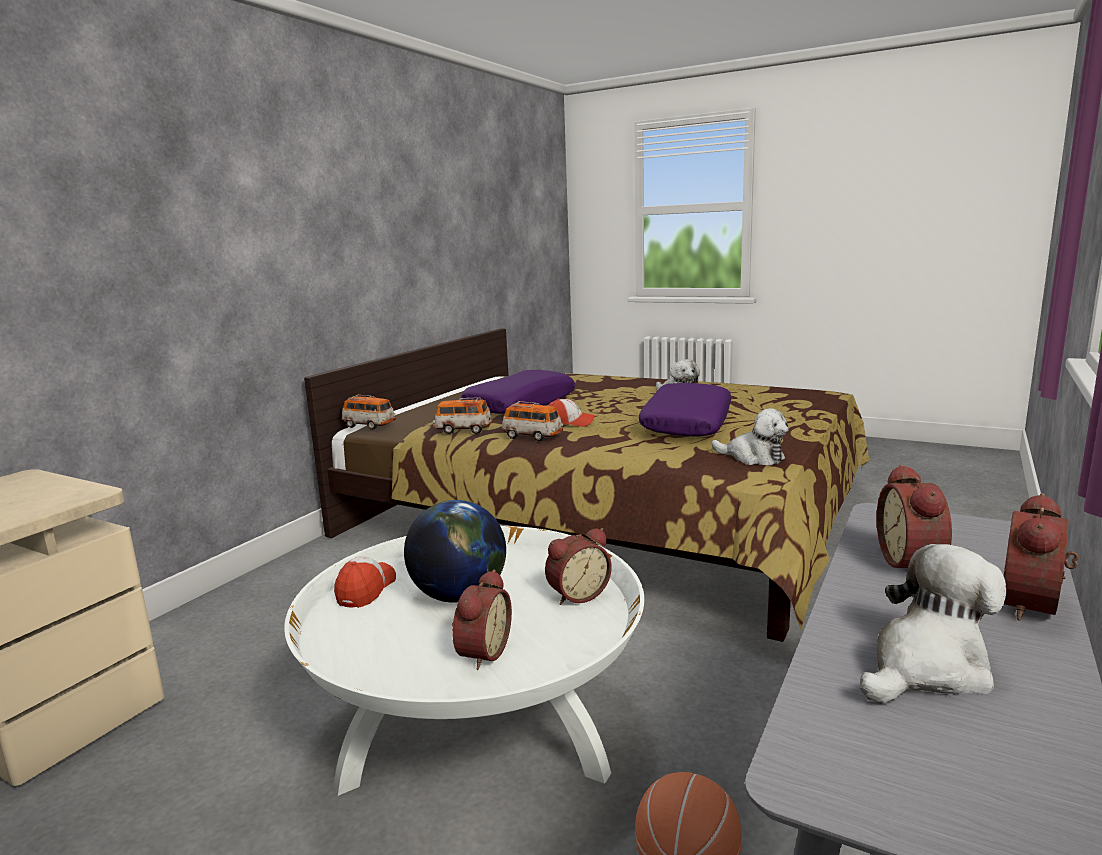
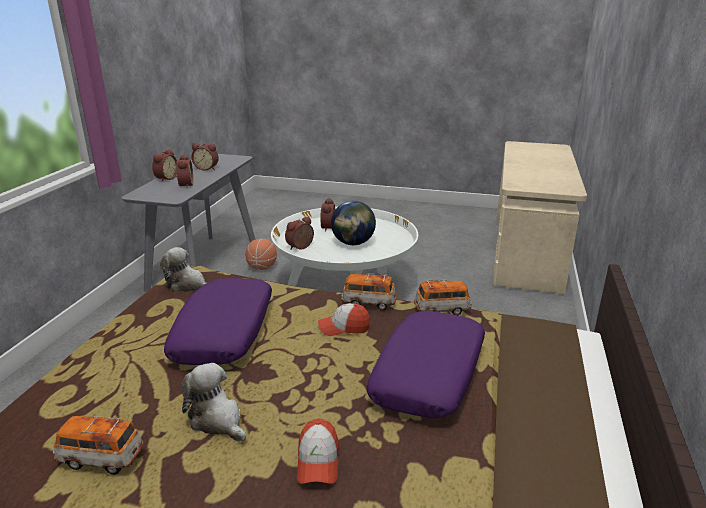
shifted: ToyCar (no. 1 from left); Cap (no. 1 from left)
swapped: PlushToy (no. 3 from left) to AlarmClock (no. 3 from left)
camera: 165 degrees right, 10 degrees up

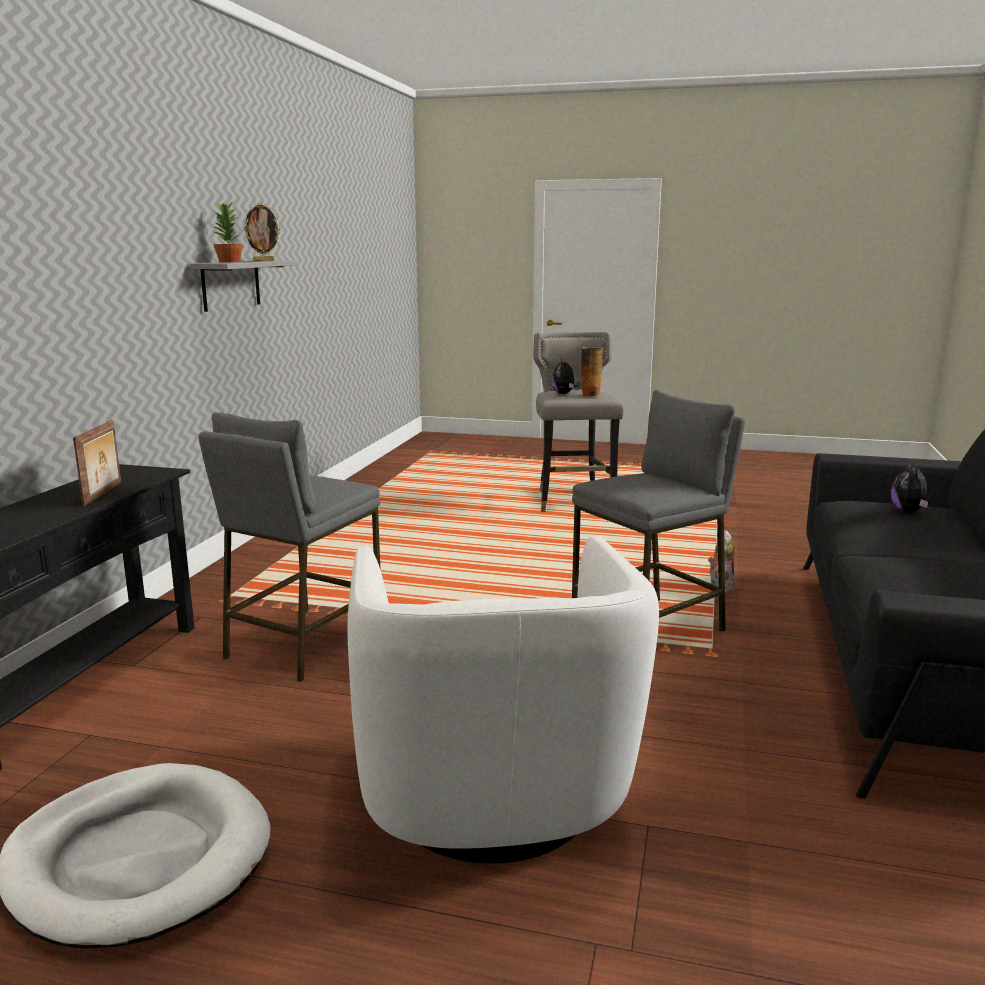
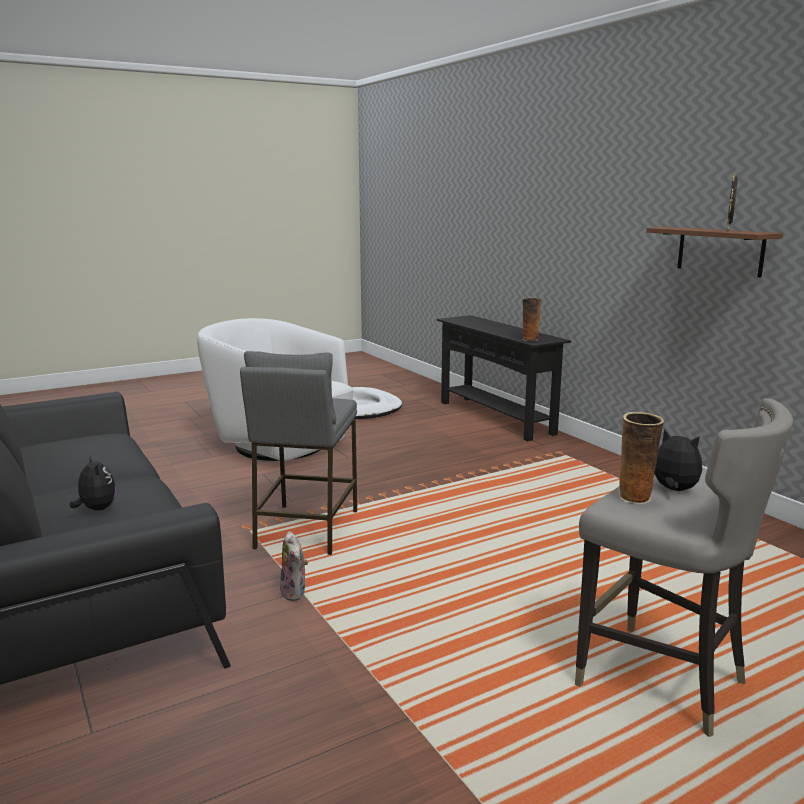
gone: PictureFrame (no. 1 from left); GreyStool (no. 1 from left); PottedPlant
new: Vase (no. 1 from left)
repainted: GreyShelf to BrownShelf
camera: 135 degrees right, 0 degrees up

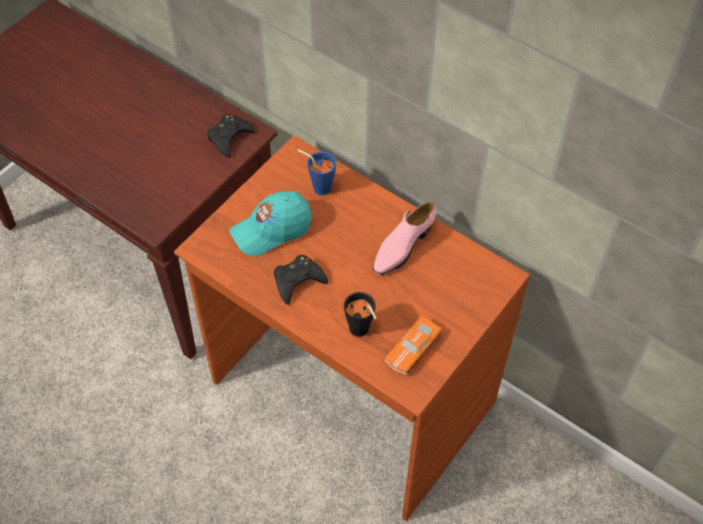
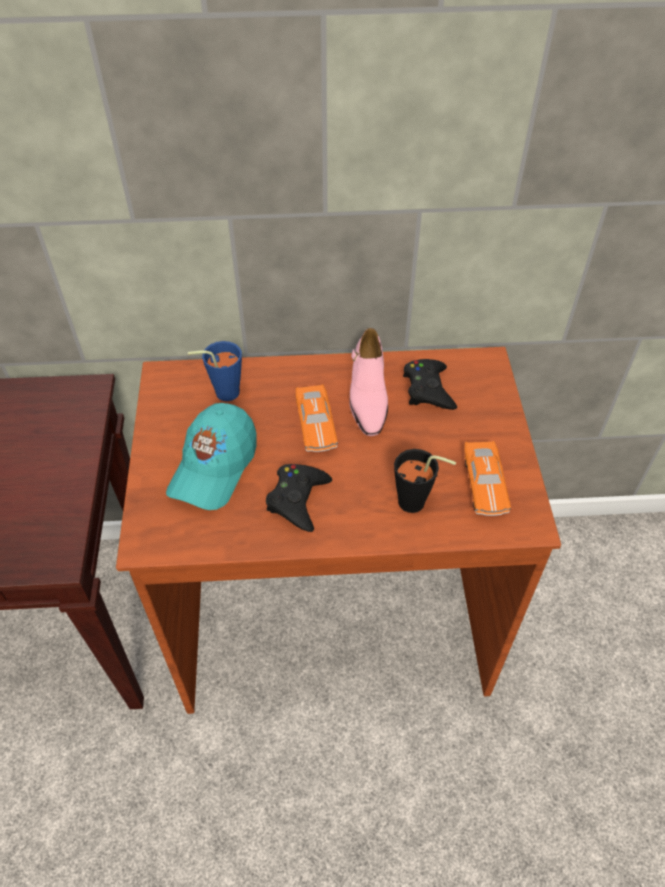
new: OrangeToyCar (no. 1 from left)
shifted: BlackGameController (no. 1 from left in the first image) to BlackGameController (no. 2 from left)
camera: 40 degrees left, 5 degrees down

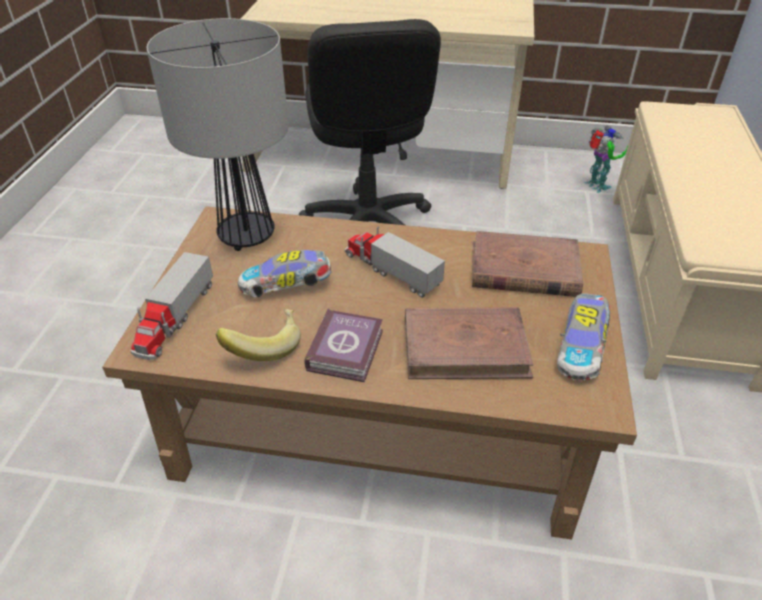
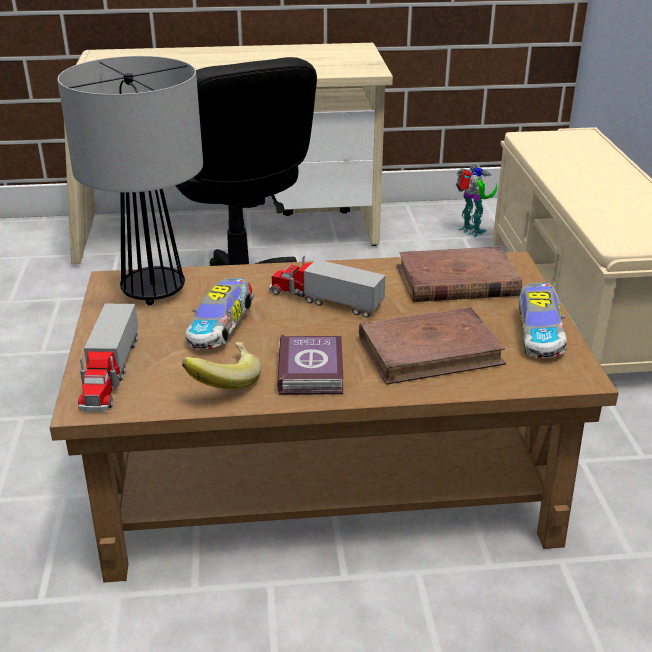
rotated: ToyCar (no. 1 from left) 45 degrees counterclockwise
camera: 15 degrees left, 10 degrees down

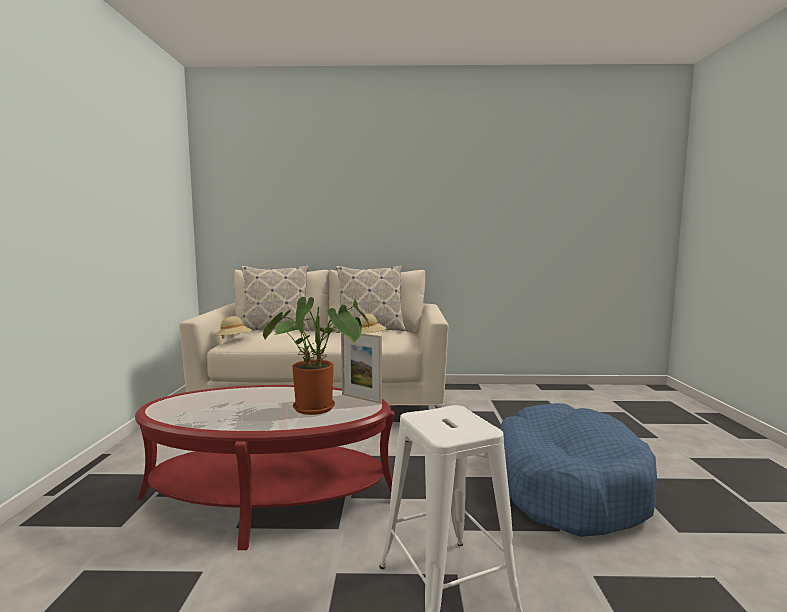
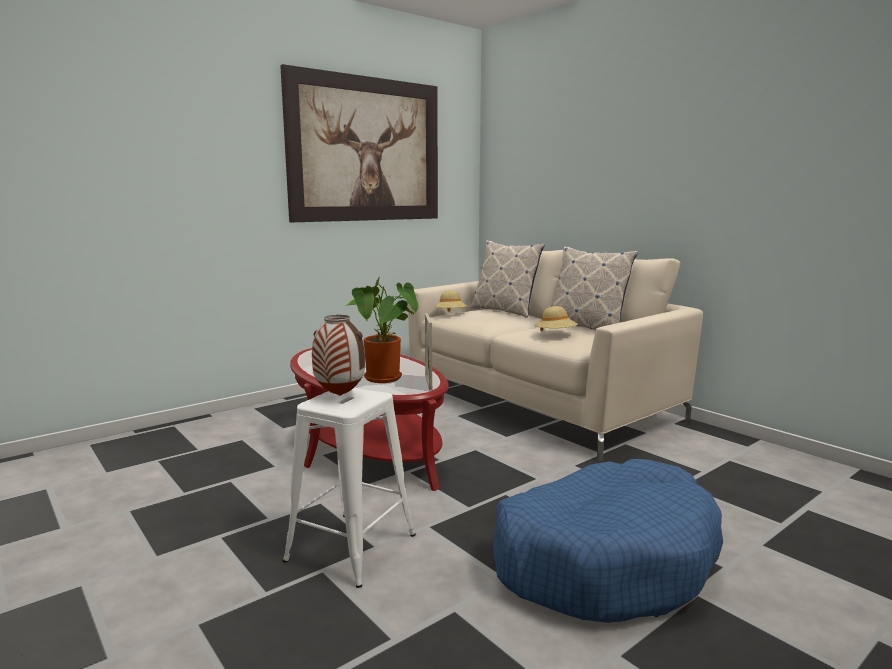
new: Picture; Vase
camera: 50 degrees right, 5 degrees up

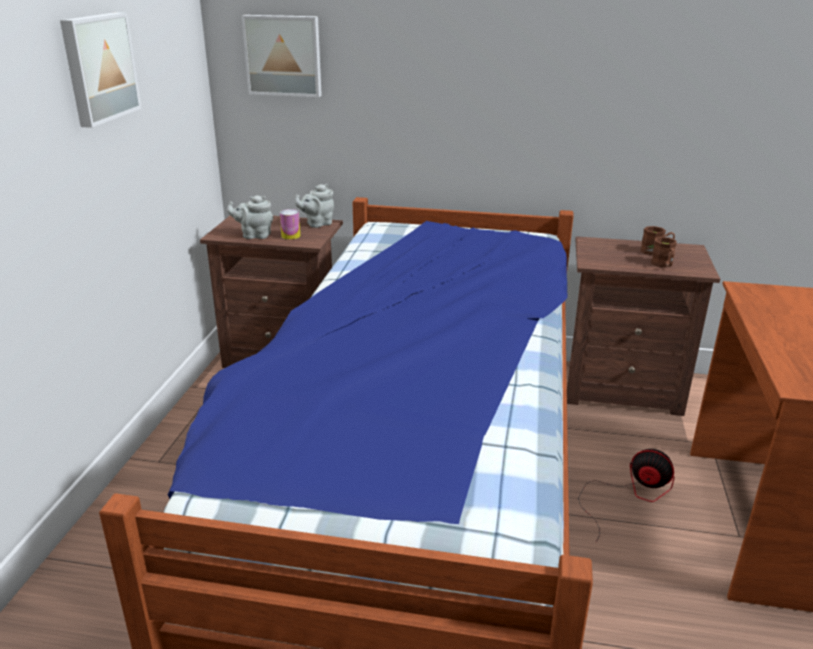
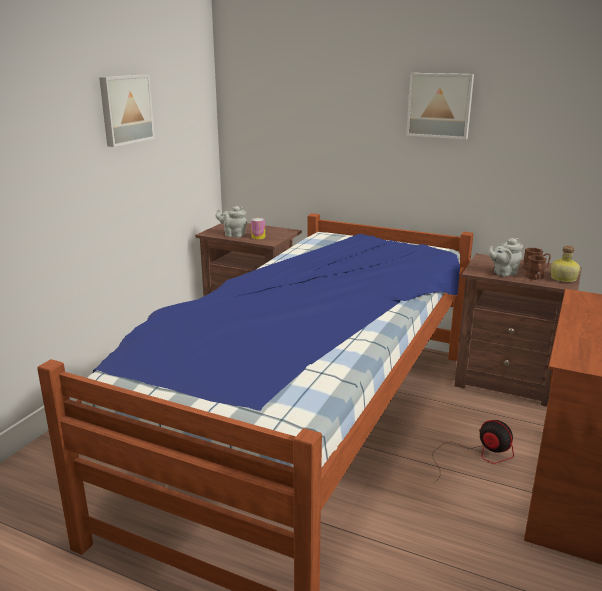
new: Bottle
shifted: Picture (no. 2 from left); GreyTeapot (no. 2 from left)
camera: 15 degrees right, 5 degrees down

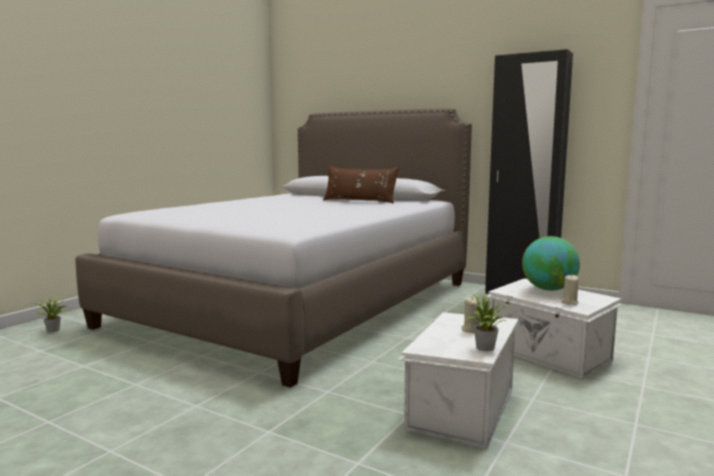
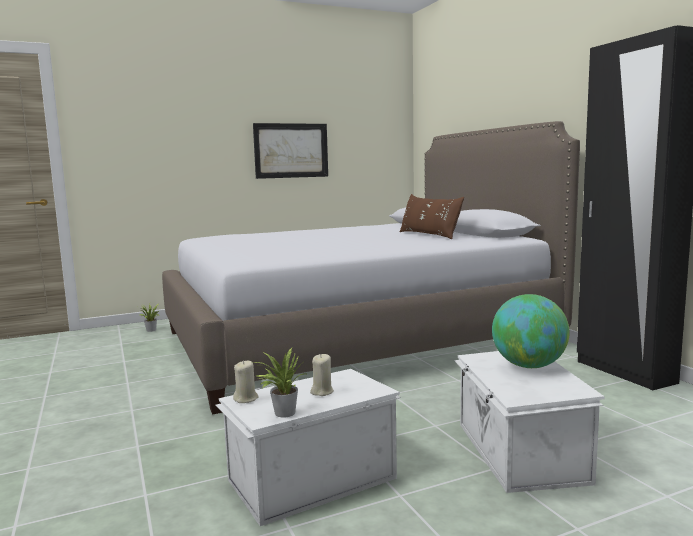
new: Picture
shifted: BeigeCandle (no. 2 from left in the first image) to BeigeCandle (no. 1 from left)
camera: 35 degrees right, 0 degrees up

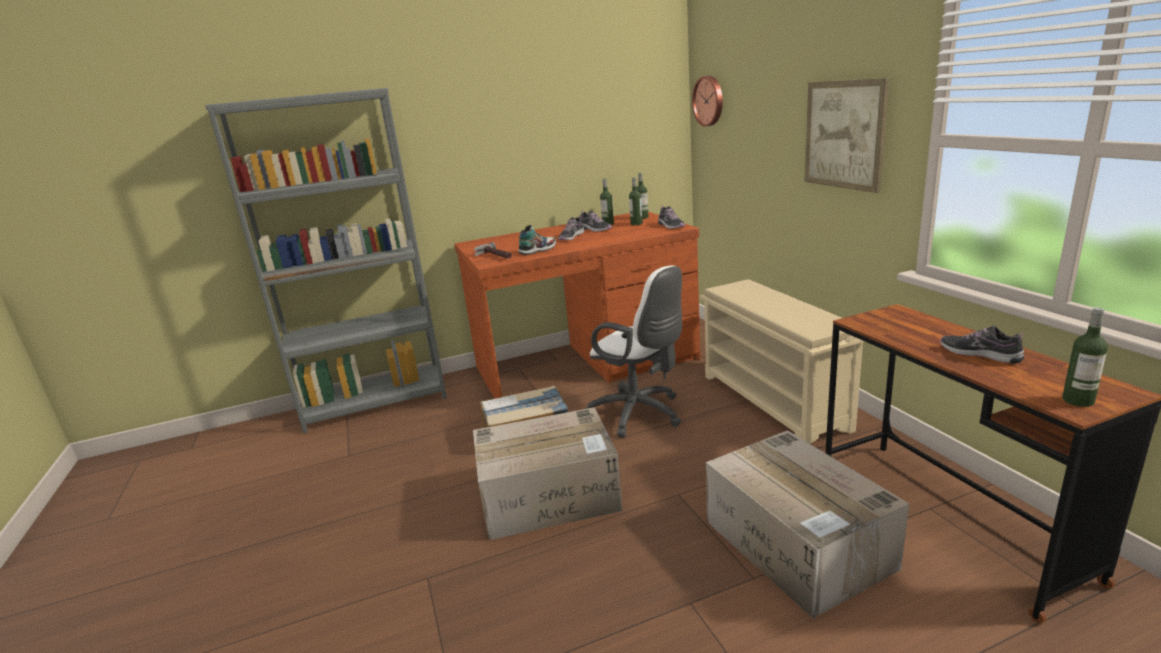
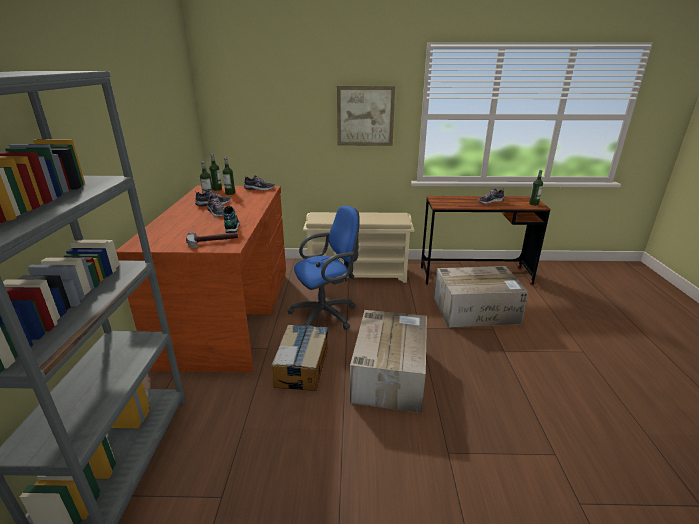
gone: WallClock
repainted: WhiteOfficeChair to BlueOfficeChair
camera: 70 degrees left, 5 degrees up

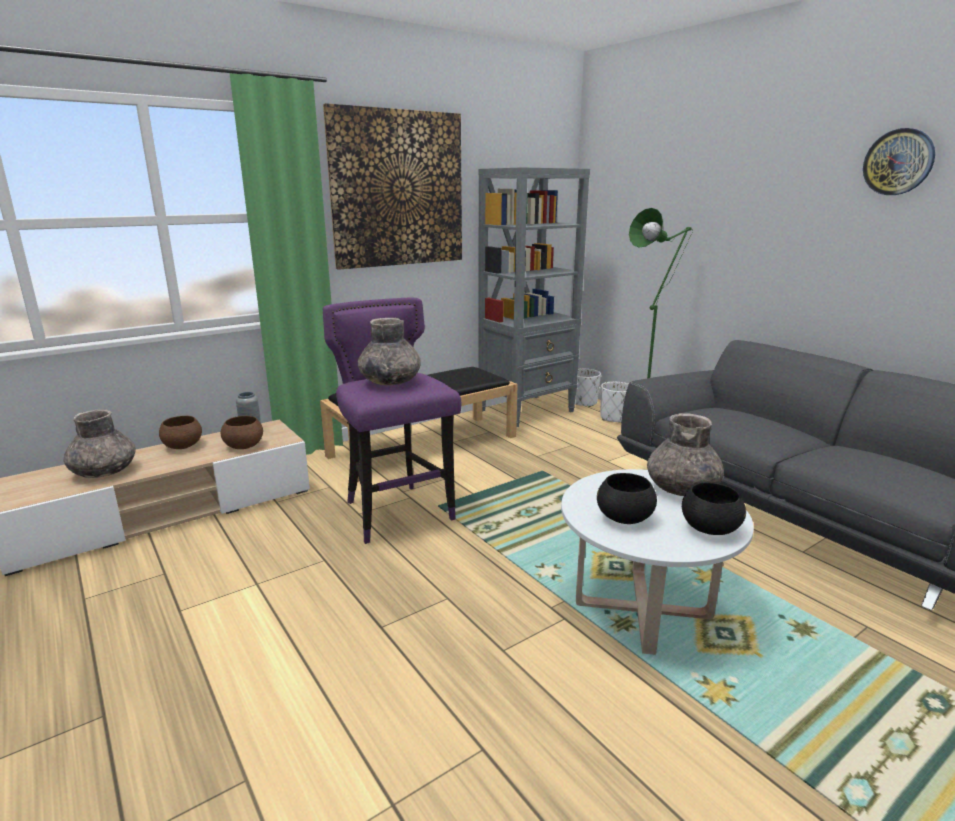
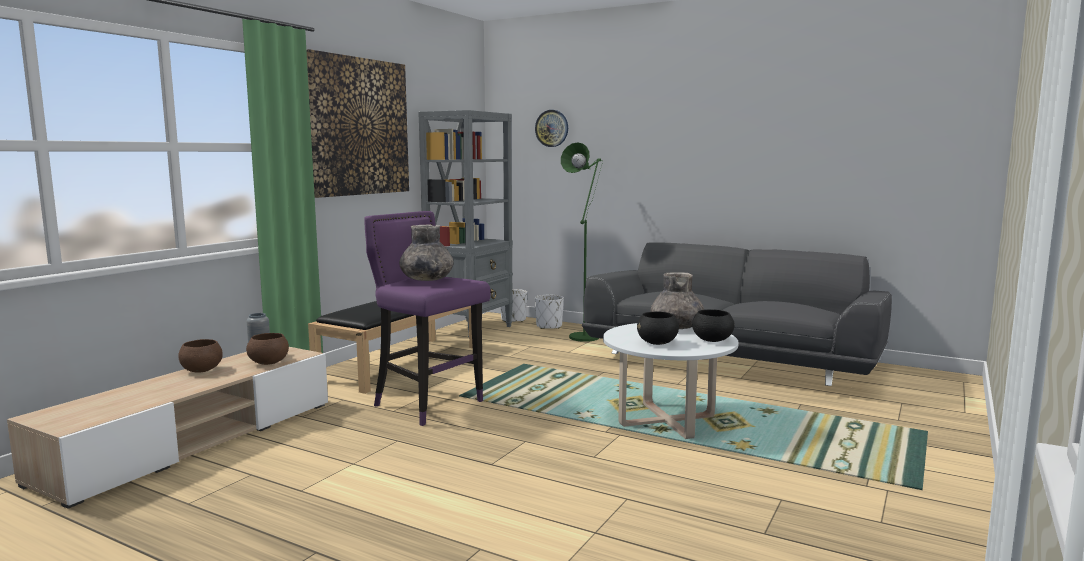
gone: GreyVase (no. 1 from left)
shifted: WallClock
camera: 25 degrees left, 10 degrees down

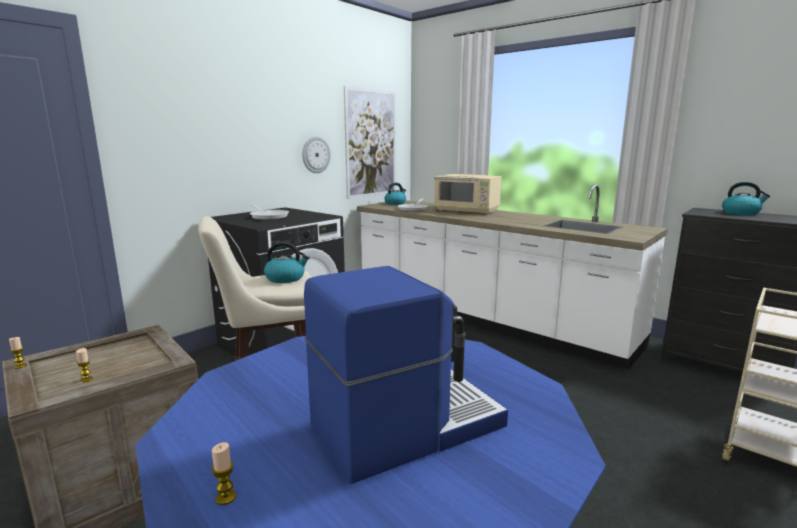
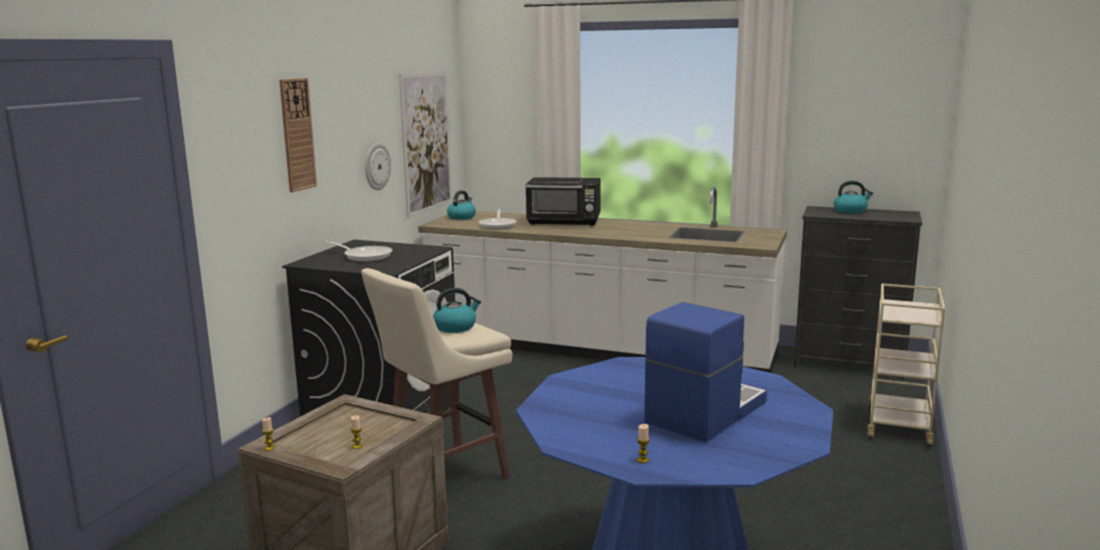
new: WallClock (no. 1 from left)
repainted: BeigeMicrowave to BlackMicrowave
camera: 20 degrees left, 0 degrees up

